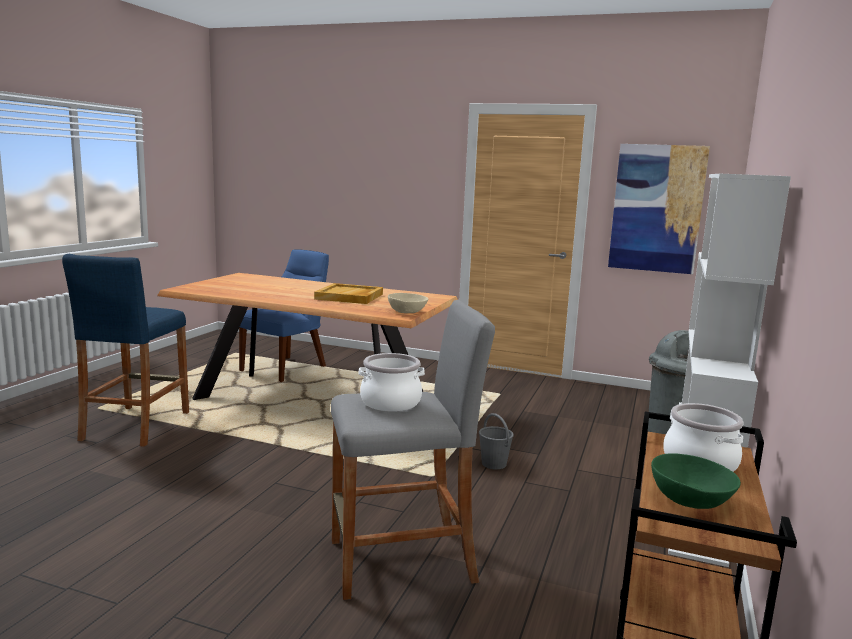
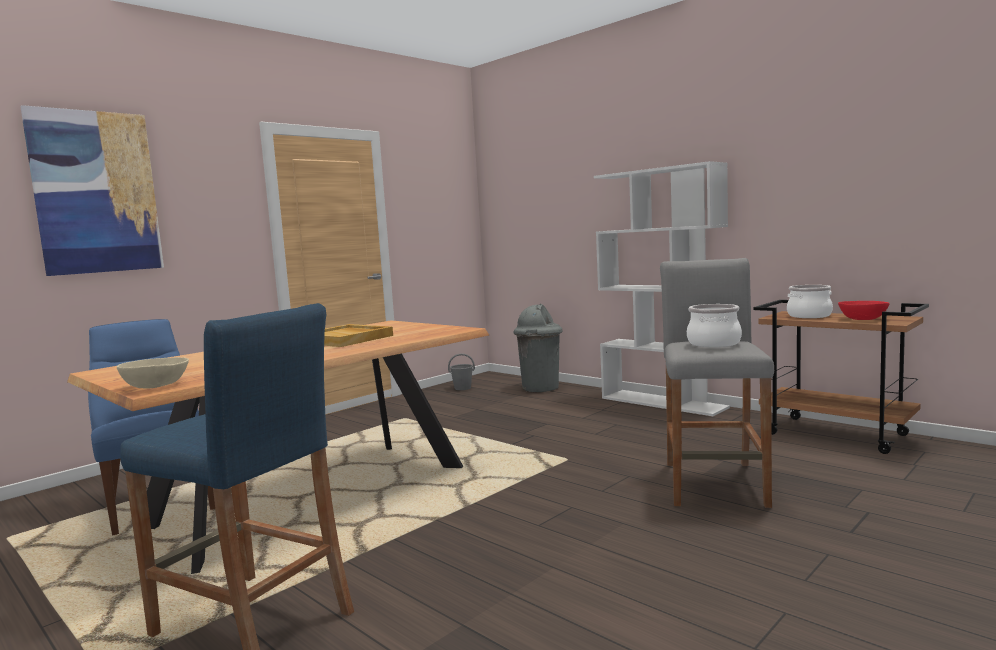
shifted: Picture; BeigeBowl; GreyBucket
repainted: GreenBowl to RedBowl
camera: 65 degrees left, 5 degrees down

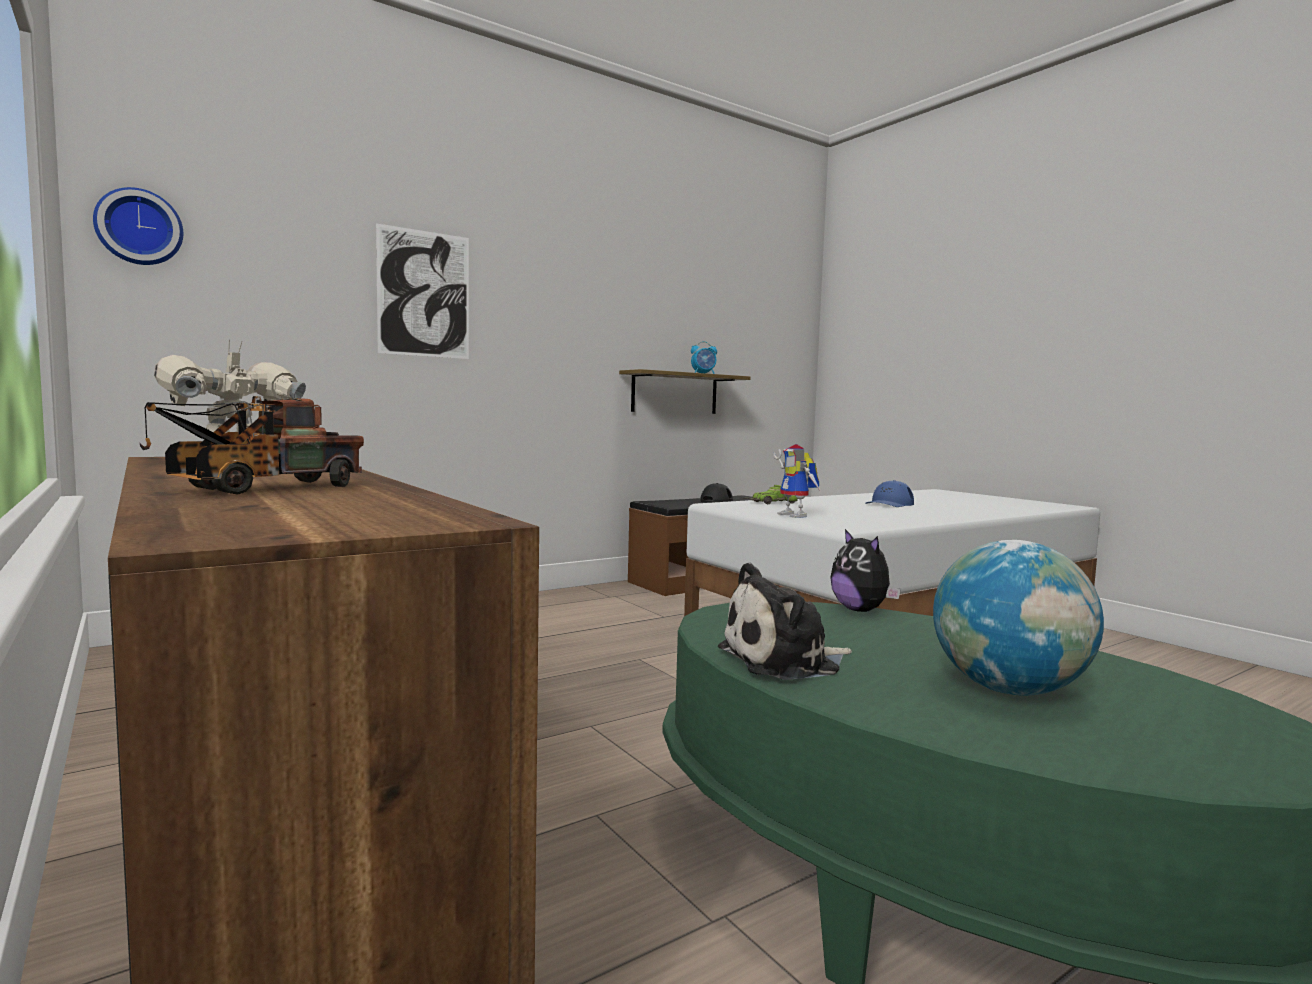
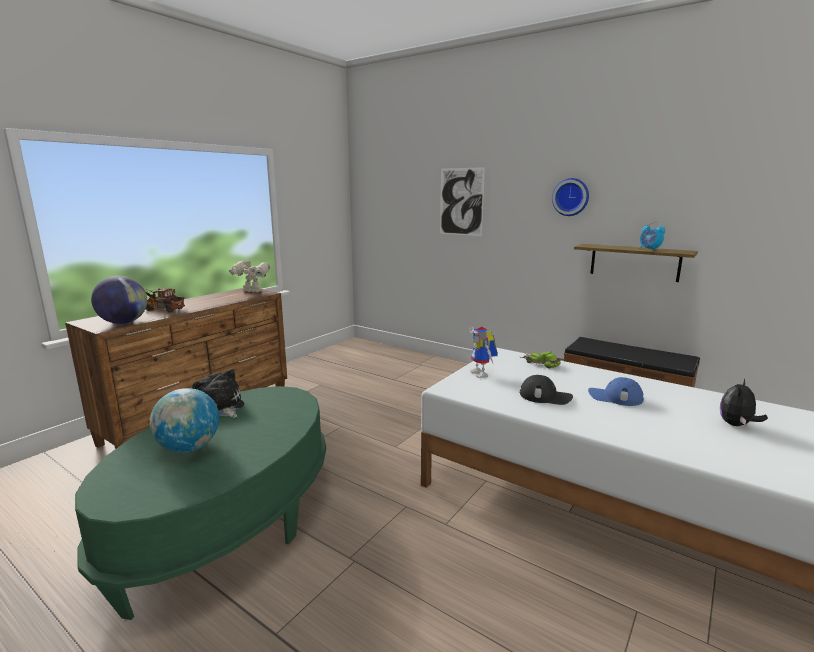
new: Globe (no. 1 from left)
shifted: BlackCap; WallClock; PlushToy (no. 2 from left)
rotated: ToyRobot (no. 2 from left) 60 degrees counterclockwise
camera: 70 degrees right, 10 degrees up

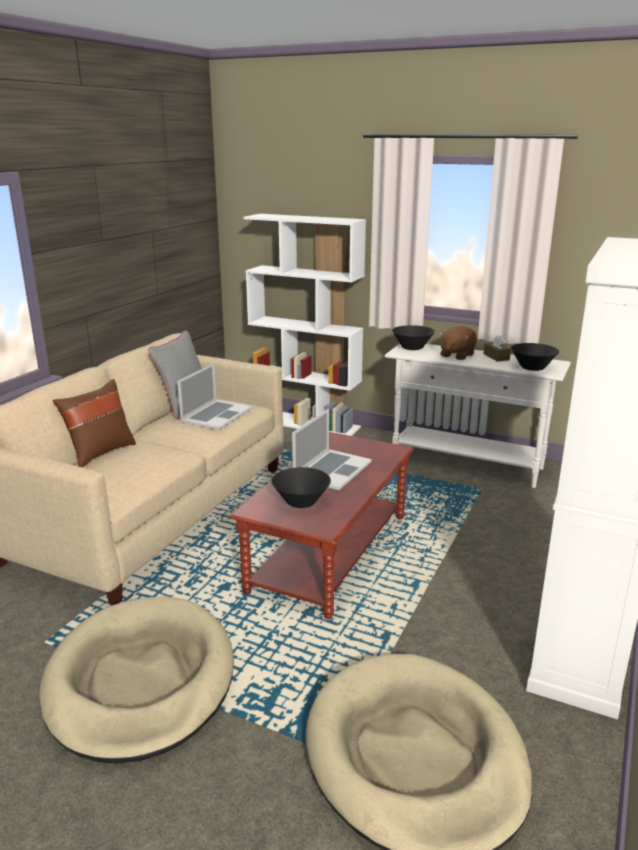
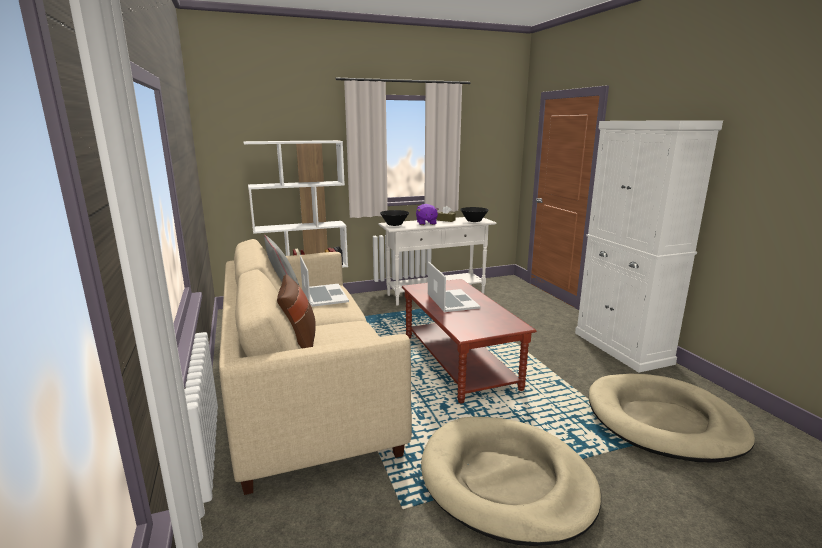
gone: BlackBowl (no. 1 from left)
repainted: BrownPlushToy to PurplePlushToy
camera: 45 degrees left, 5 degrees down

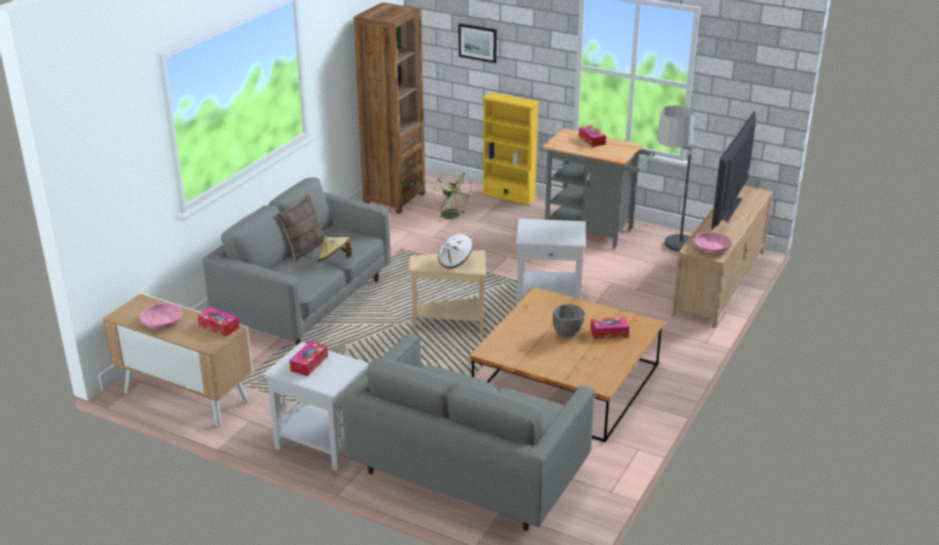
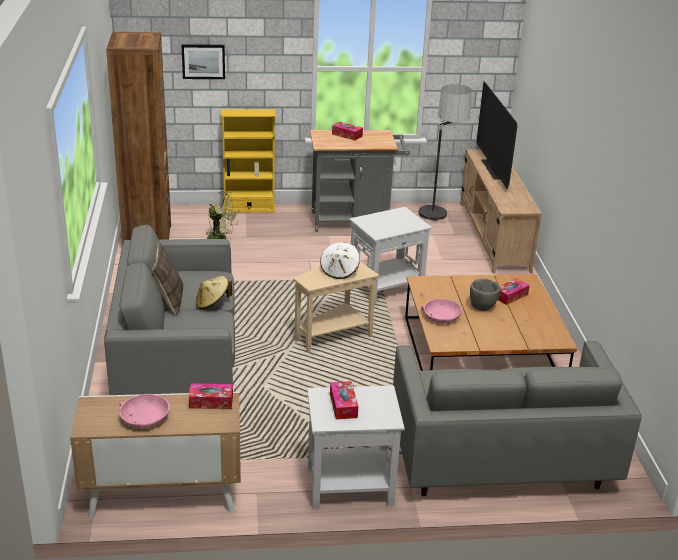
shifted: PinkBowl (no. 2 from left)
camera: 35 degrees left, 0 degrees up

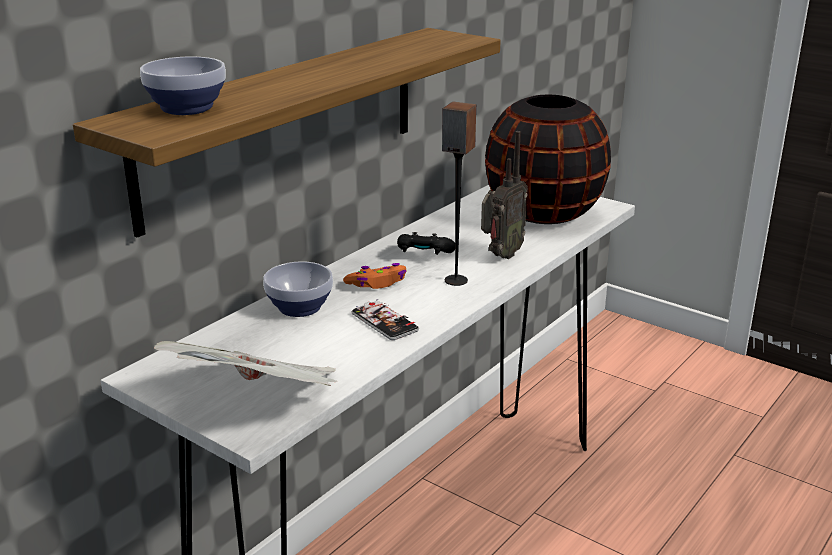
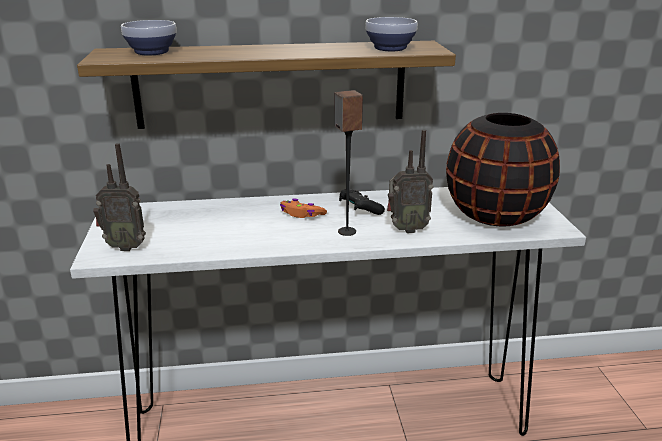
gone: Phone
shifted: Bowl (no. 2 from left)
swapped: Newspaper to Radio (no. 1 from left)
camera: 45 degrees right, 0 degrees up

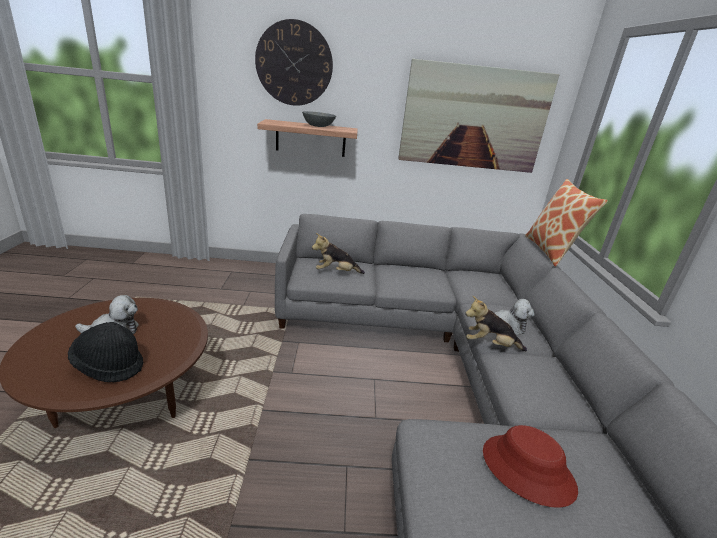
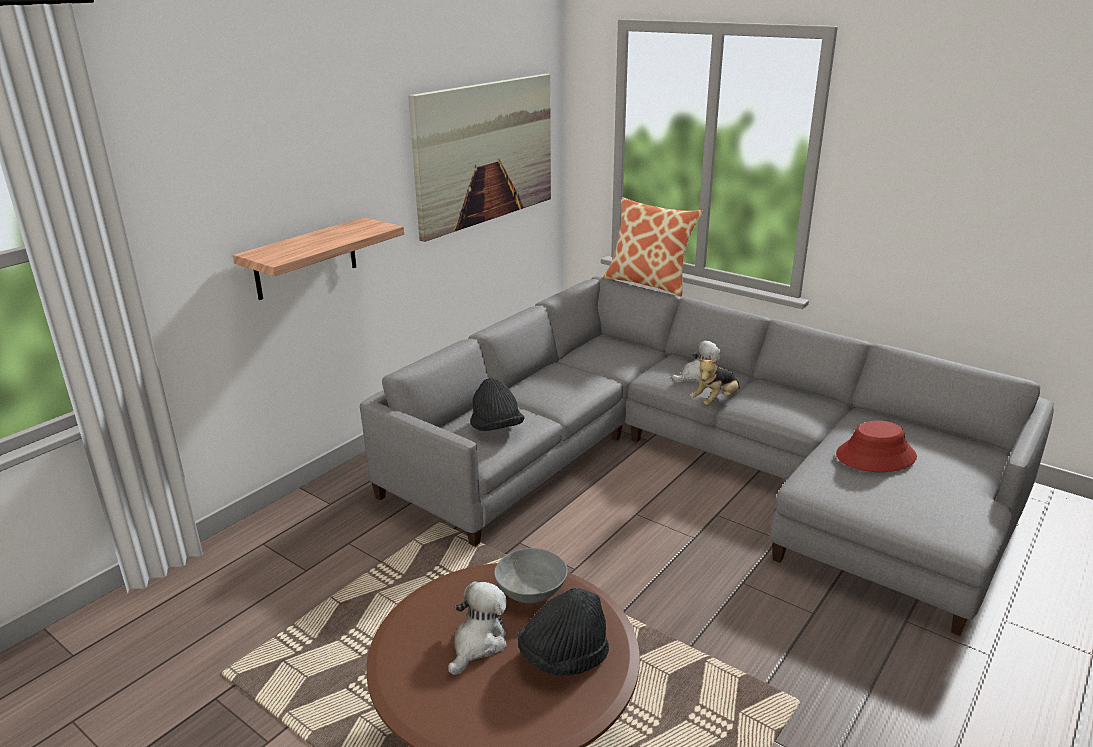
gone: WallClock
shifted: GreyBowl
swapped: PlushToy (no. 2 from left) to BlackHat (no. 1 from left)
camera: 50 degrees left, 0 degrees up

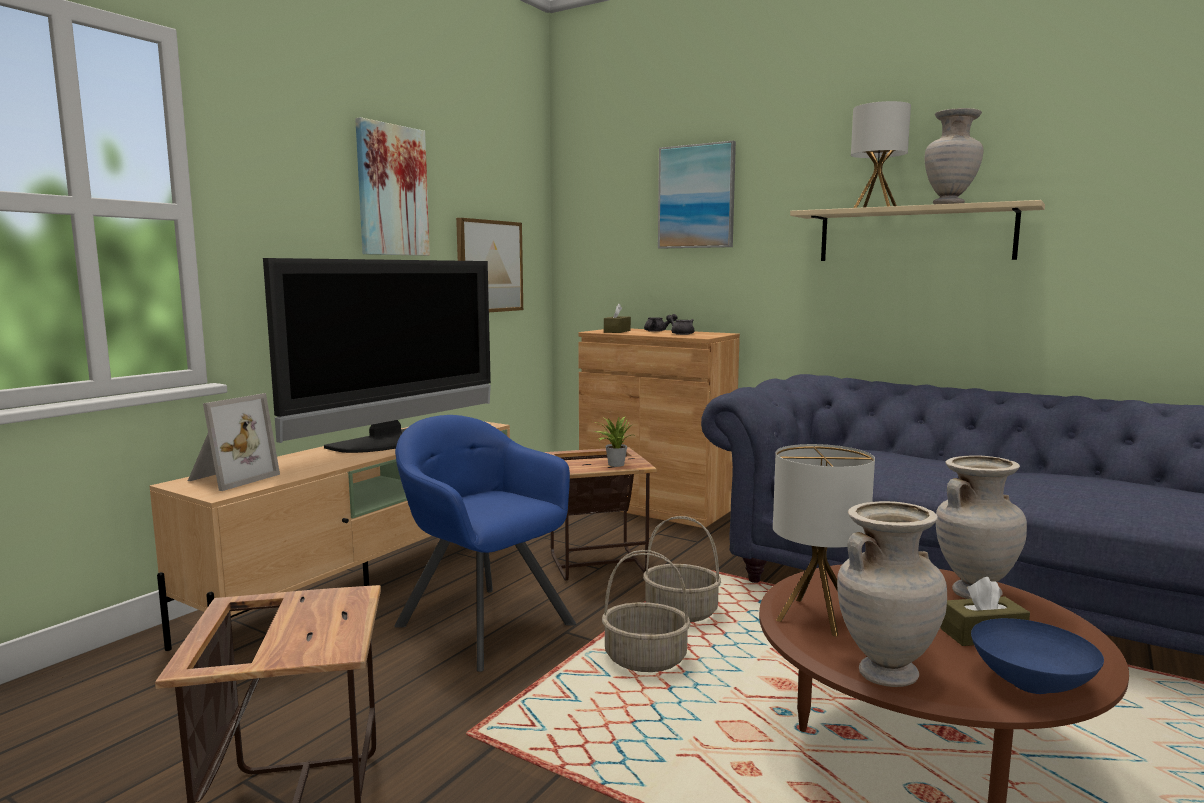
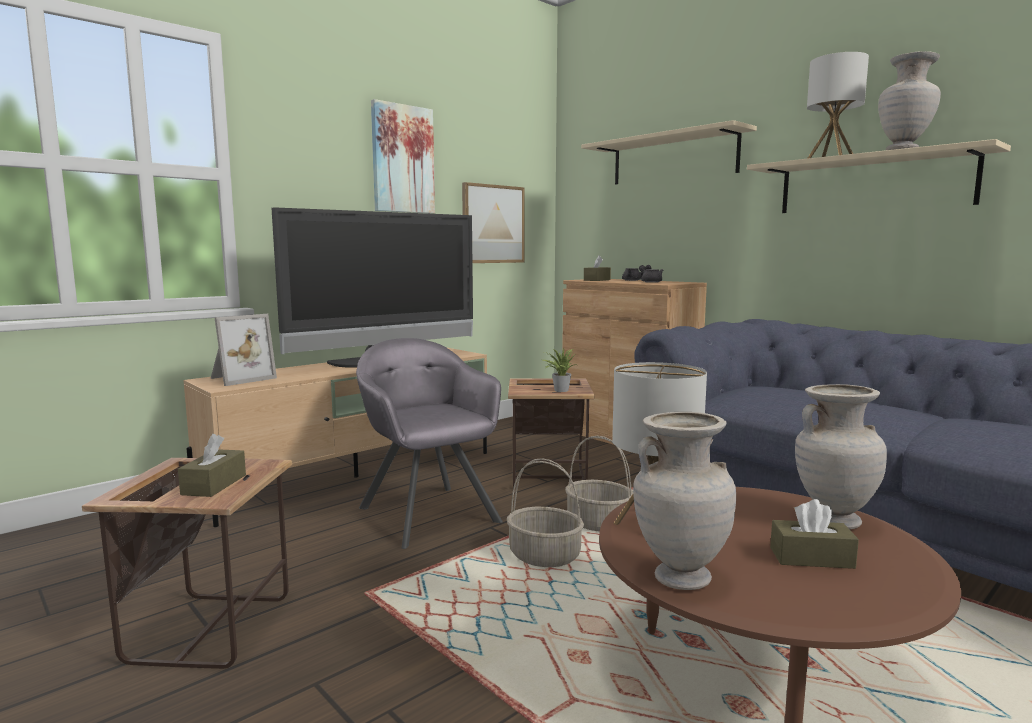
gone: BlueBowl
new: BrownTissueBox (no. 1 from left)
swapped: Picture (no. 3 from left) to BeigeShelf (no. 1 from left)
repainted: BlueArmchair to GreyArmchair
camera: 15 degrees right, 0 degrees up

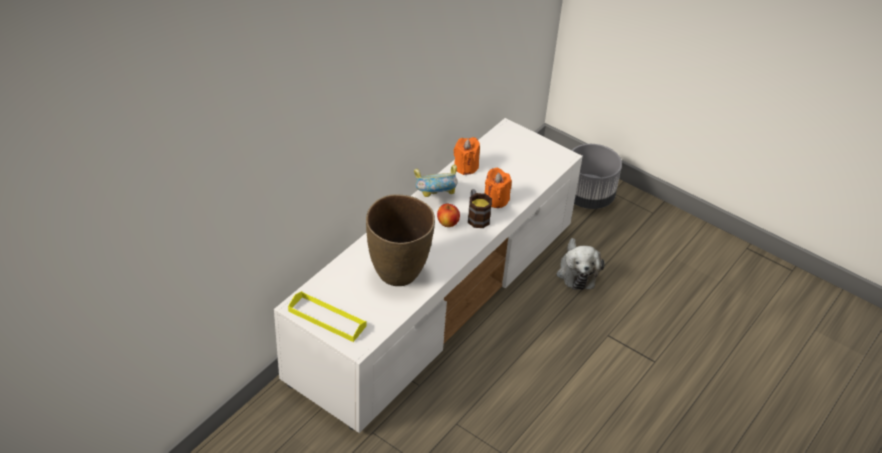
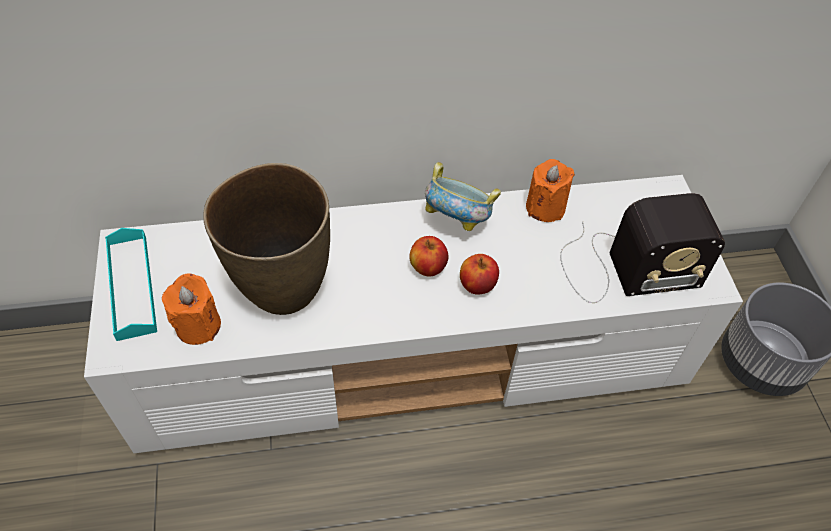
gone: PlushToy
new: Radio
shifted: OrangeCandle (no. 2 from left in the first image) to OrangeCandle (no. 1 from left)
swapped: Mug to Apple (no. 2 from left)
repainted: YellowTray to TurquoiseTray
camera: 45 degrees right, 10 degrees up

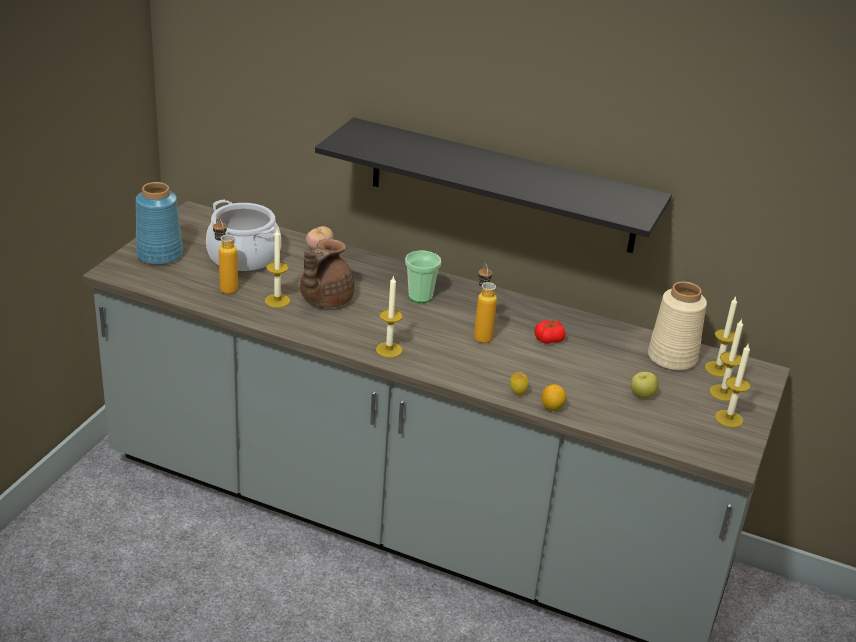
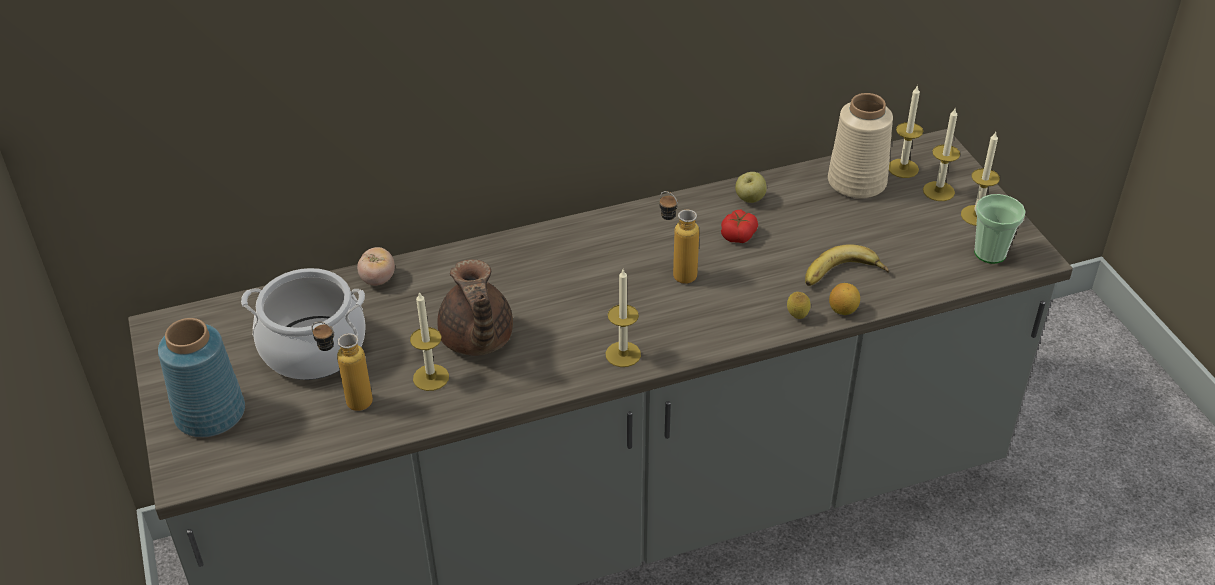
gone: BlackShelf
new: Banana
shifted: Apple; Cup
camera: 40 degrees left, 10 degrees up

